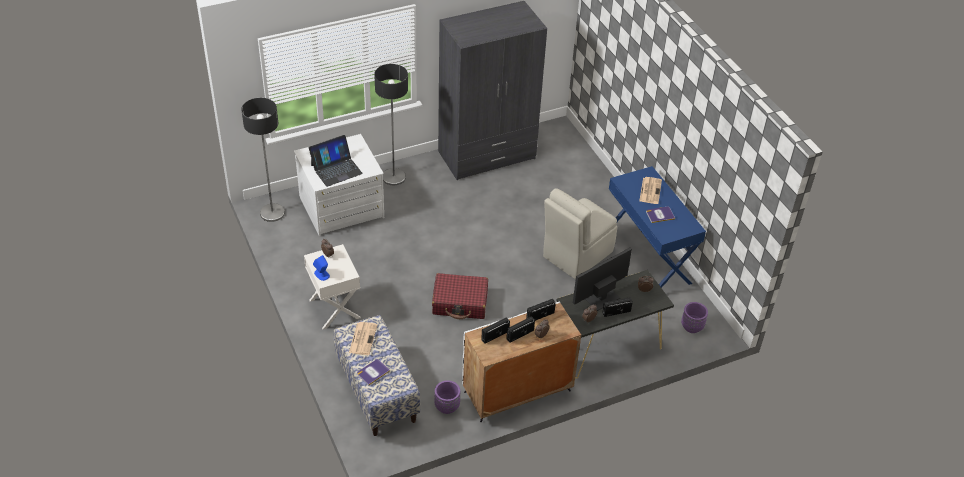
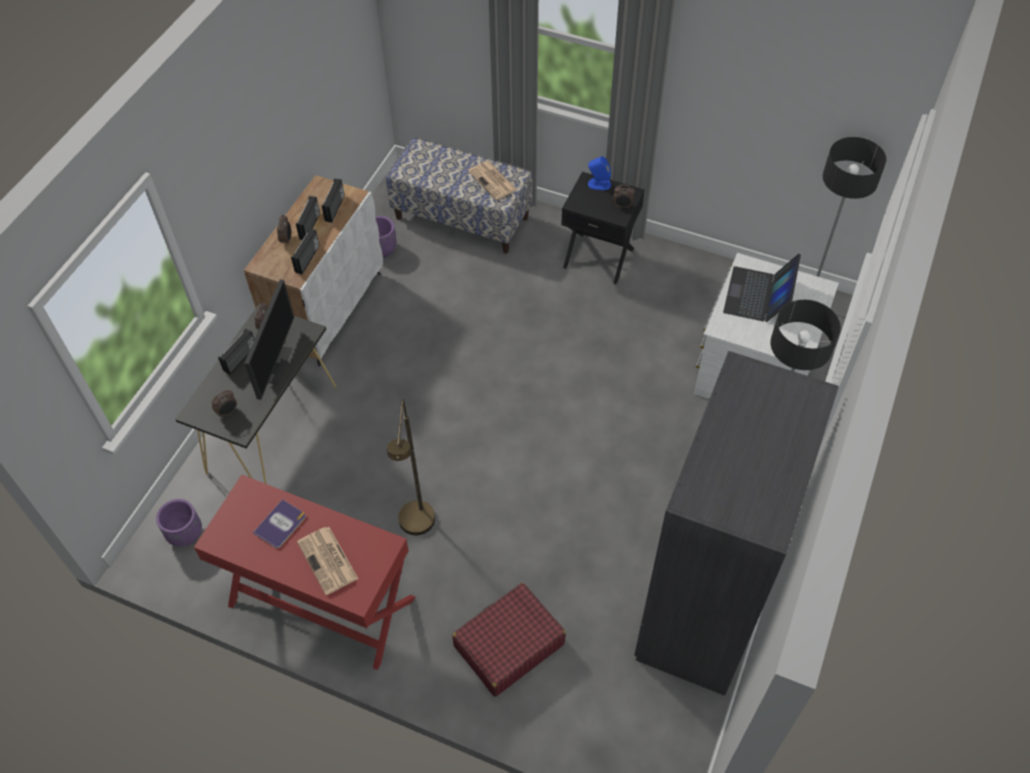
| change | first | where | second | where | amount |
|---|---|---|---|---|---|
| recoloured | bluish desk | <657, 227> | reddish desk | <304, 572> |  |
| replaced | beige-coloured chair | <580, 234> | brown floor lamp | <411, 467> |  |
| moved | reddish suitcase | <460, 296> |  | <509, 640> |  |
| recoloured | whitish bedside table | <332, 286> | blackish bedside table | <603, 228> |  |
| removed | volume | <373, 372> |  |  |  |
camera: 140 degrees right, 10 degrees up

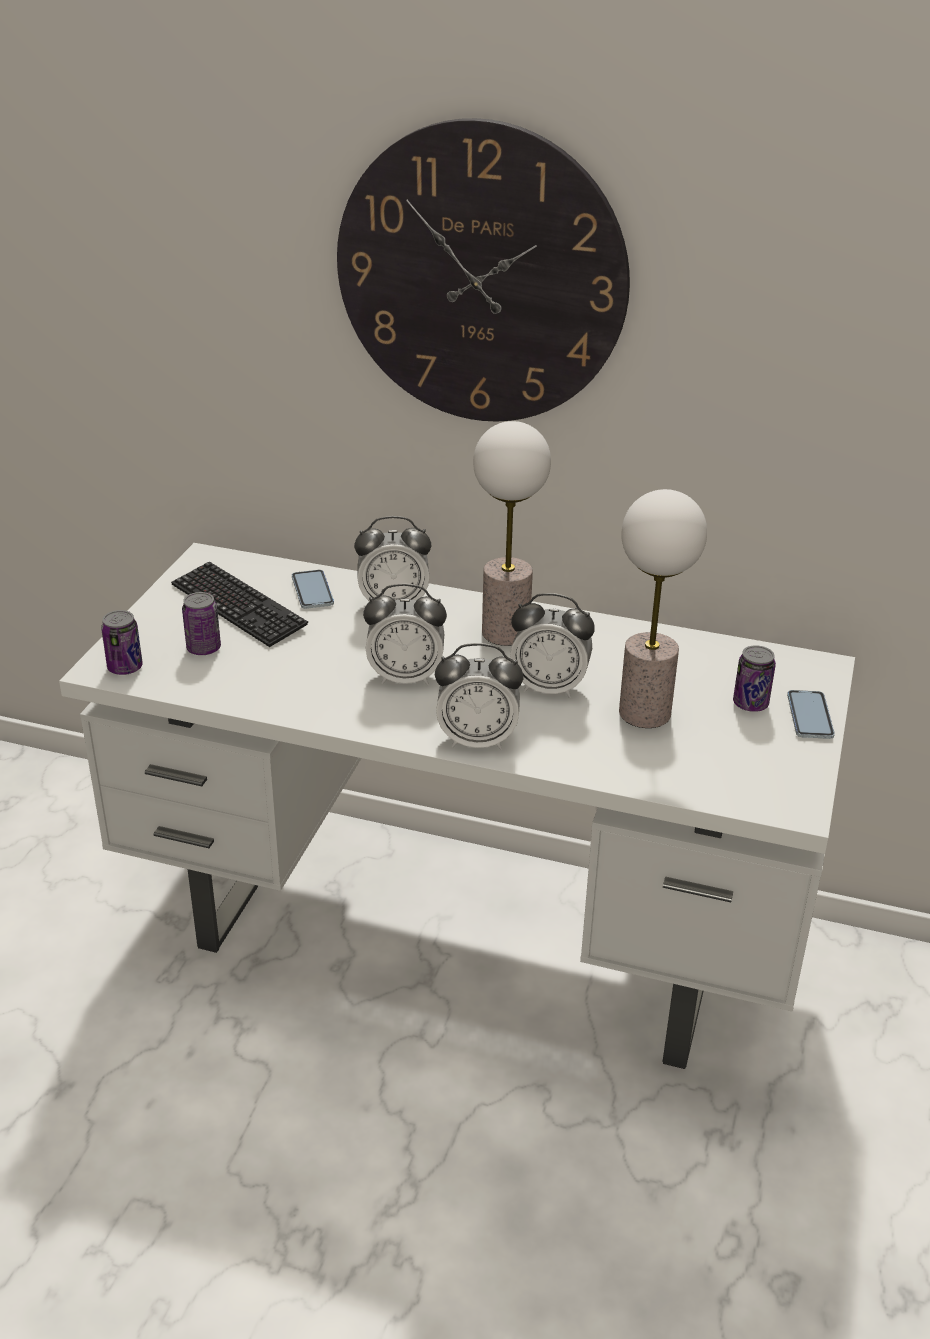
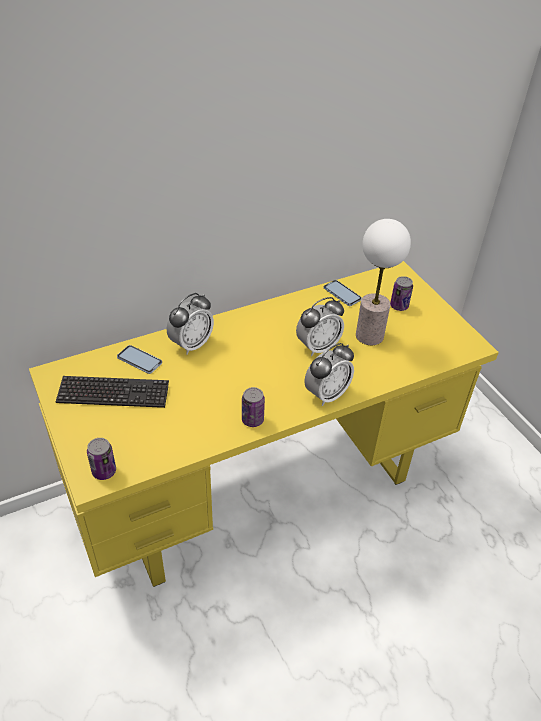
| change | first | where | second | where | amount |
|---|---|---|---|---|---|
| recoloured | whitish desk | <457, 806> | yellow-coloured desk | <264, 424> |  |
| moved | metal can | <201, 623> |  | <253, 407> |  |
| moved | telephone | <811, 714> |  | <343, 293> |  |
| removed | wall clock | <483, 270> |  |  |  |
| removed | alarm clock | <405, 634> |  |  |  |
| removed | tabletop lamp | <512, 533> |  |  |  |
camera: 45 degrees left, 10 degrees up

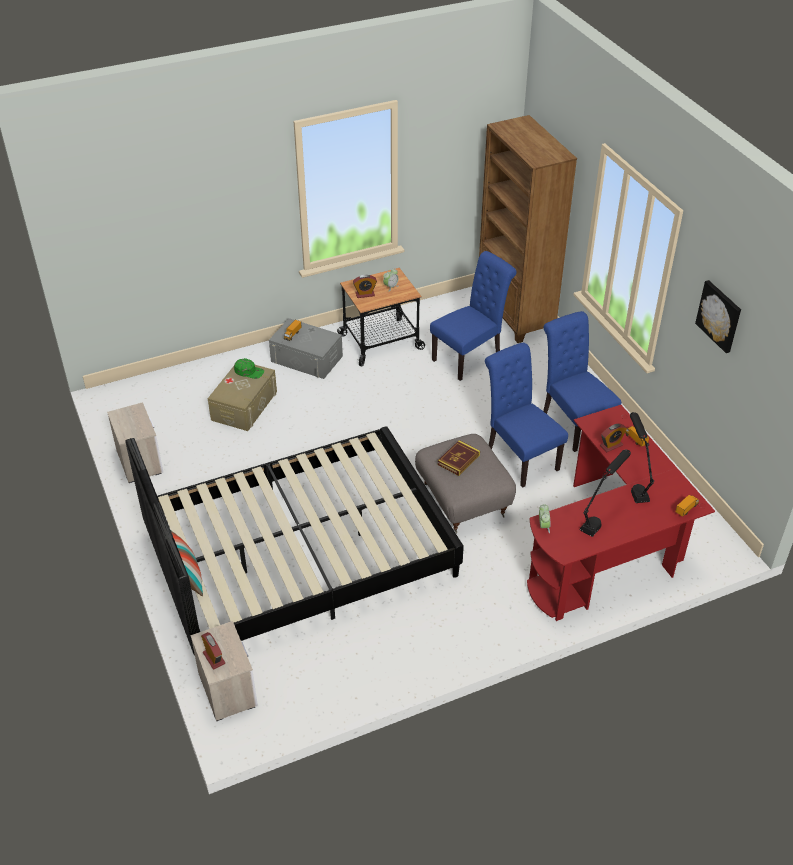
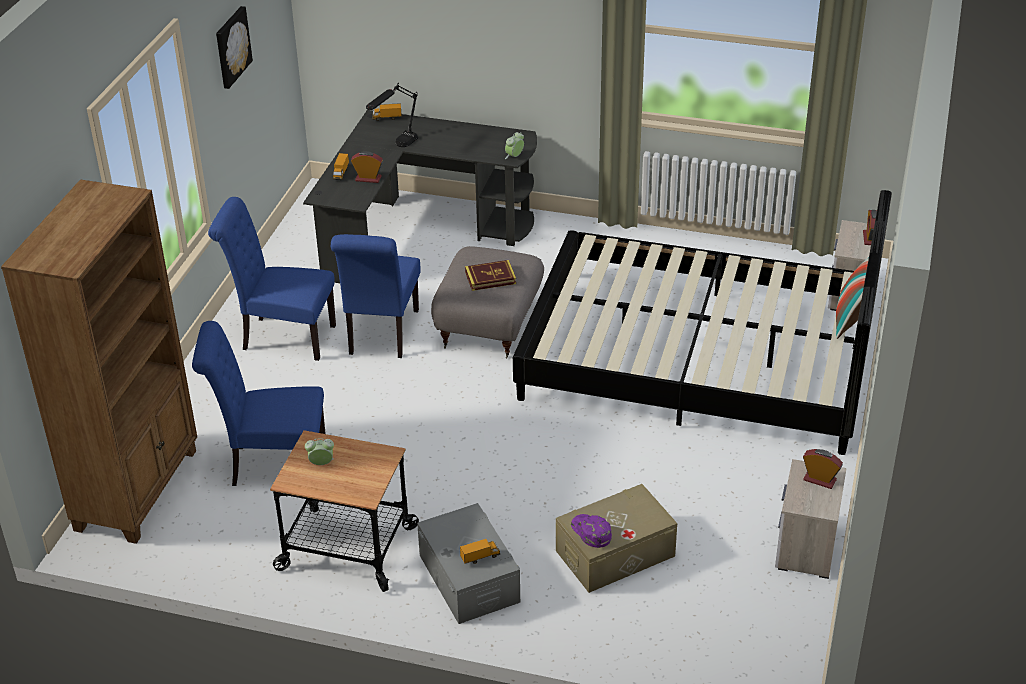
| change | first | where | second | where | amount |
|---|---|---|---|---|---|
| turned | bluish chair | <582, 381> |  | <272, 279> | 90 degrees clockwise |
| recoloured | reddish desk | <621, 513> | blackish desk | <420, 196> |  |
| recoloured | green-coloured cap | <249, 368> | purple cap | <591, 531> |  |
| moved | alarm clock | <365, 286> |  | <823, 469> |  |
| removed | blackish tabletop lamp | <605, 493> |  |  |  |
camera: 140 degrees left, 5 degrees down

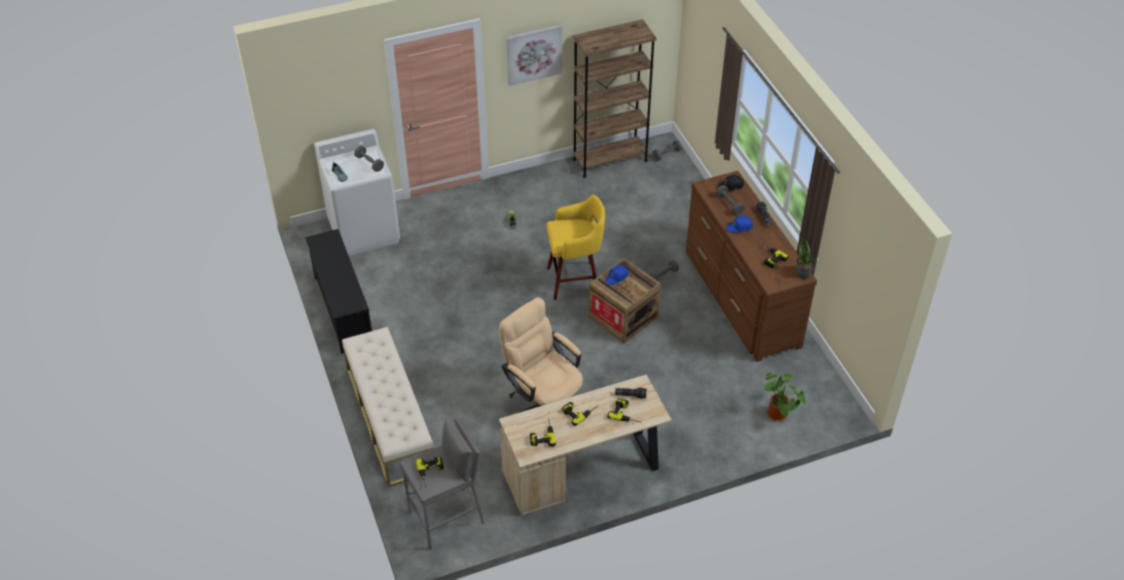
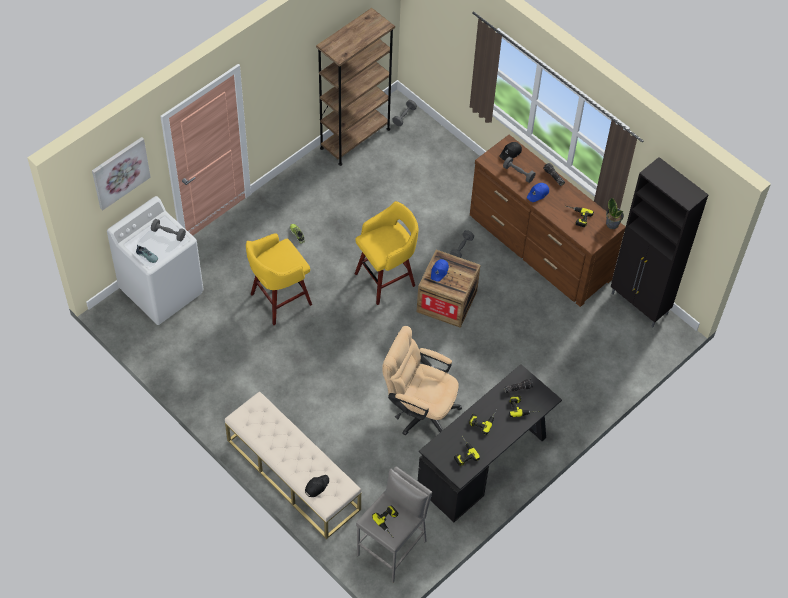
| change | first | where | second | where | amount |
|---|---|---|---|---|---|
| moved | picture | <534, 55> |  | <121, 174> |  |
| added |  |  | yellow-coloured stool seat | <279, 279> |  |
| added |  |  | blackish cap | <317, 486> |  |
| recoloured | beige-coloured desk | <585, 445> | blackish desk | <490, 443> |  |
| added |  |  | blackish storage cabinet | <659, 242> |  |
| removed | blackish shoe shelf | <338, 291> |  |  |  |
| removed | houseplant | <784, 397> |  |  |  |
camera: 25 degrees left, 10 degrees up

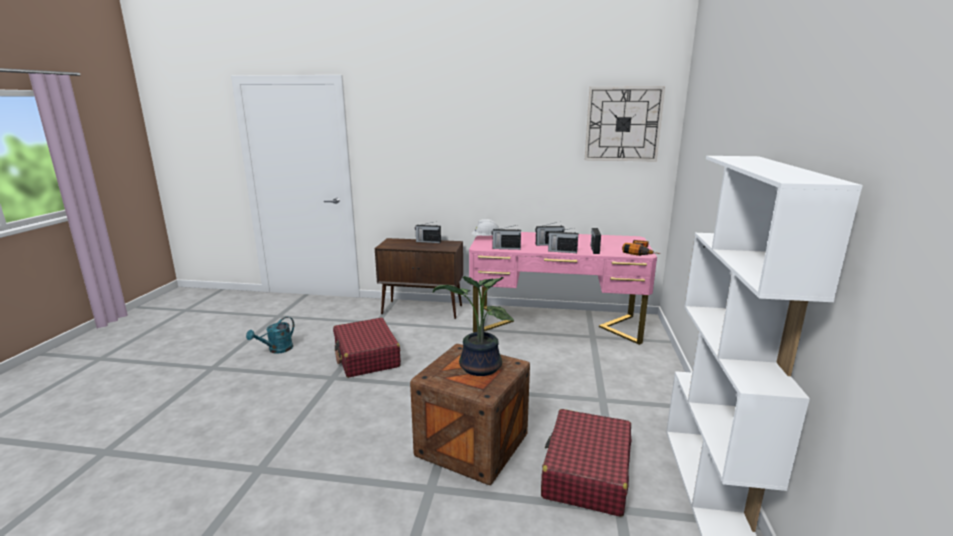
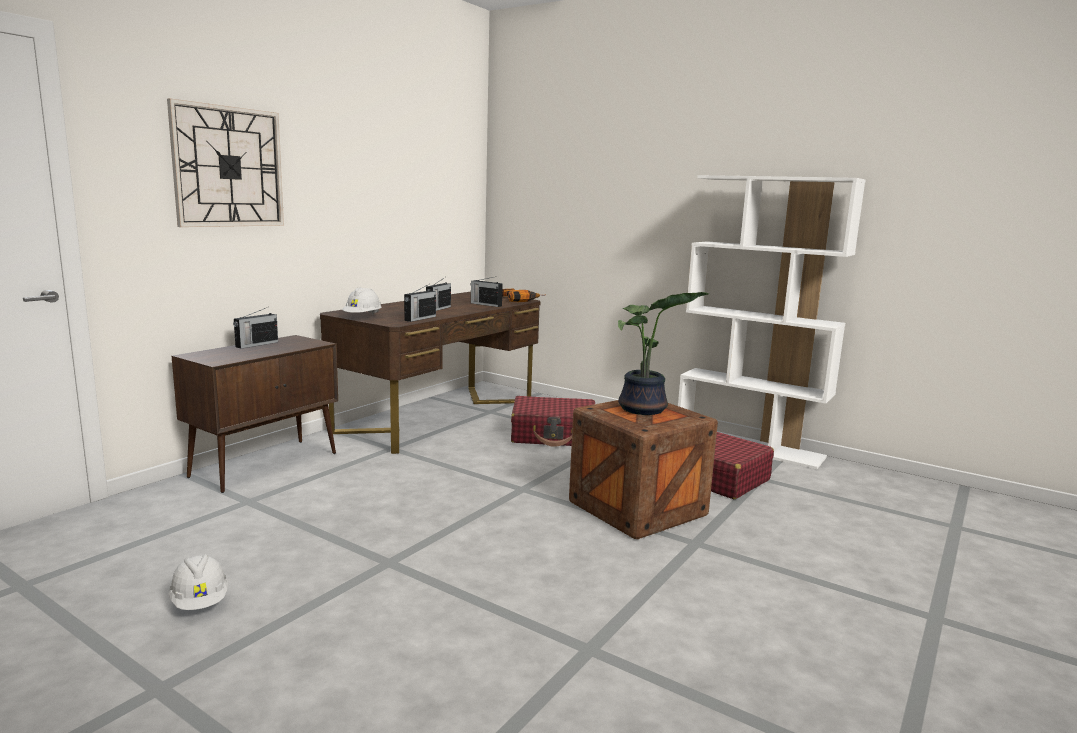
| change | first | where | second | where | amount |
|---|---|---|---|---|---|
| moved | wall clock | <625, 124> |  | <225, 162> |  |
| replaced | blue-green watering can | <270, 335> | whitish work helmet | <198, 582> |  |
| recoloured | pink desk | <563, 288> | brown desk | <430, 373> |  |
| moved | reddish suitcase | <367, 348> |  | <553, 421> |  |
| removed | radio | <563, 240> |  |  |  |
camera: 65 degrees left, 5 degrees down

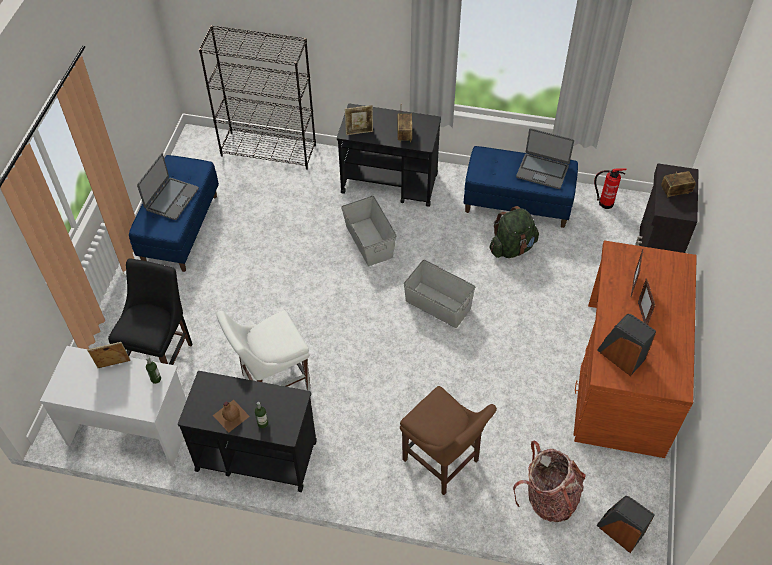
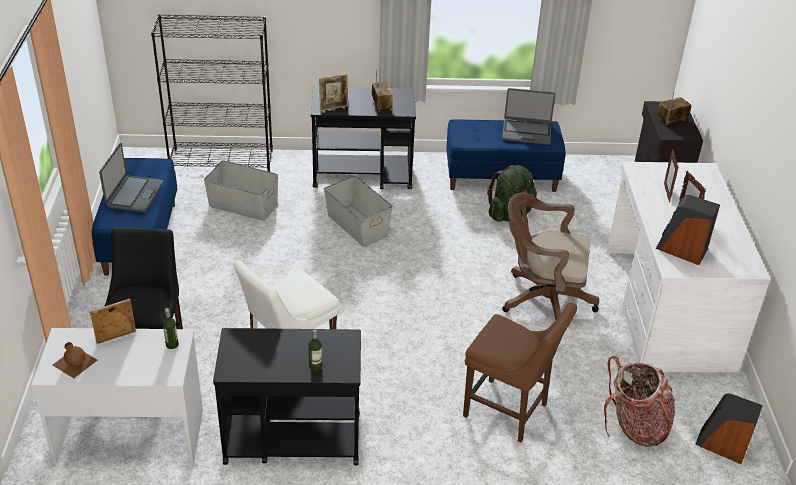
| change | first | where | second | where | amount |
|---|---|---|---|---|---|
| moved | brown beverage bottle | <231, 416> |  | <74, 360> |  |
| moved | gray storage bin | <439, 294> |  | <241, 190> |  |
| added |  |  | brown computer chair | <550, 256> |  |
| recoloured | brown desk | <635, 349> | whitish desk | <688, 267> |  |
| removed | fire extinguisher | <610, 189> |  |  |  |
camera: 15 degrees left, 15 degrees down

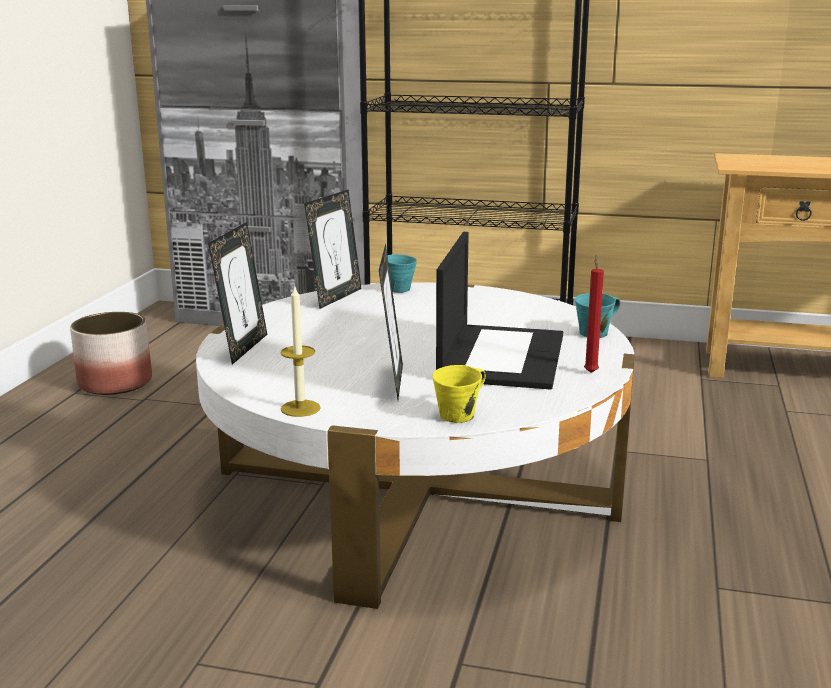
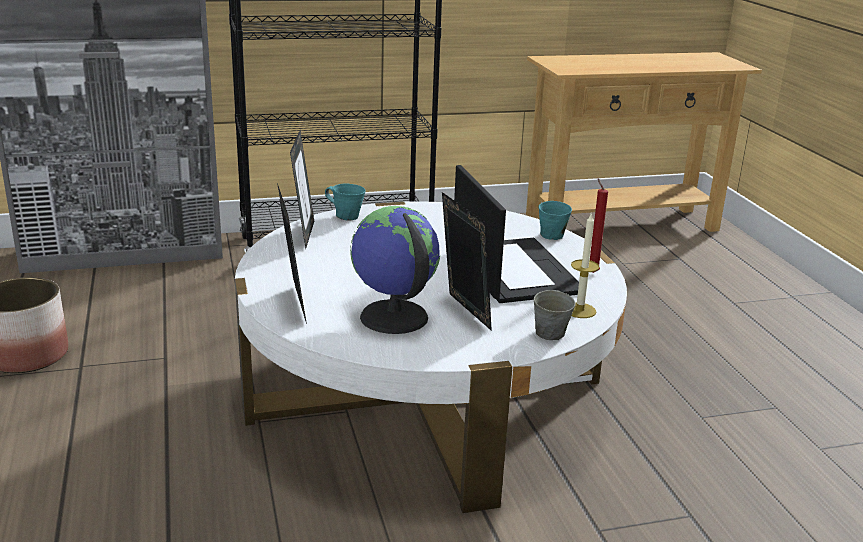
| change | first | where | second | where | amount |
|---|---|---|---|---|---|
| added |  |  | globe | <395, 270> |  |
| recoloured | yellow-coloured mug | <459, 394> | gray mug | <554, 315> |  |
| moved | wax candle | <300, 350> |  | <585, 265> |  |
camera: 30 degrees left, 5 degrees up

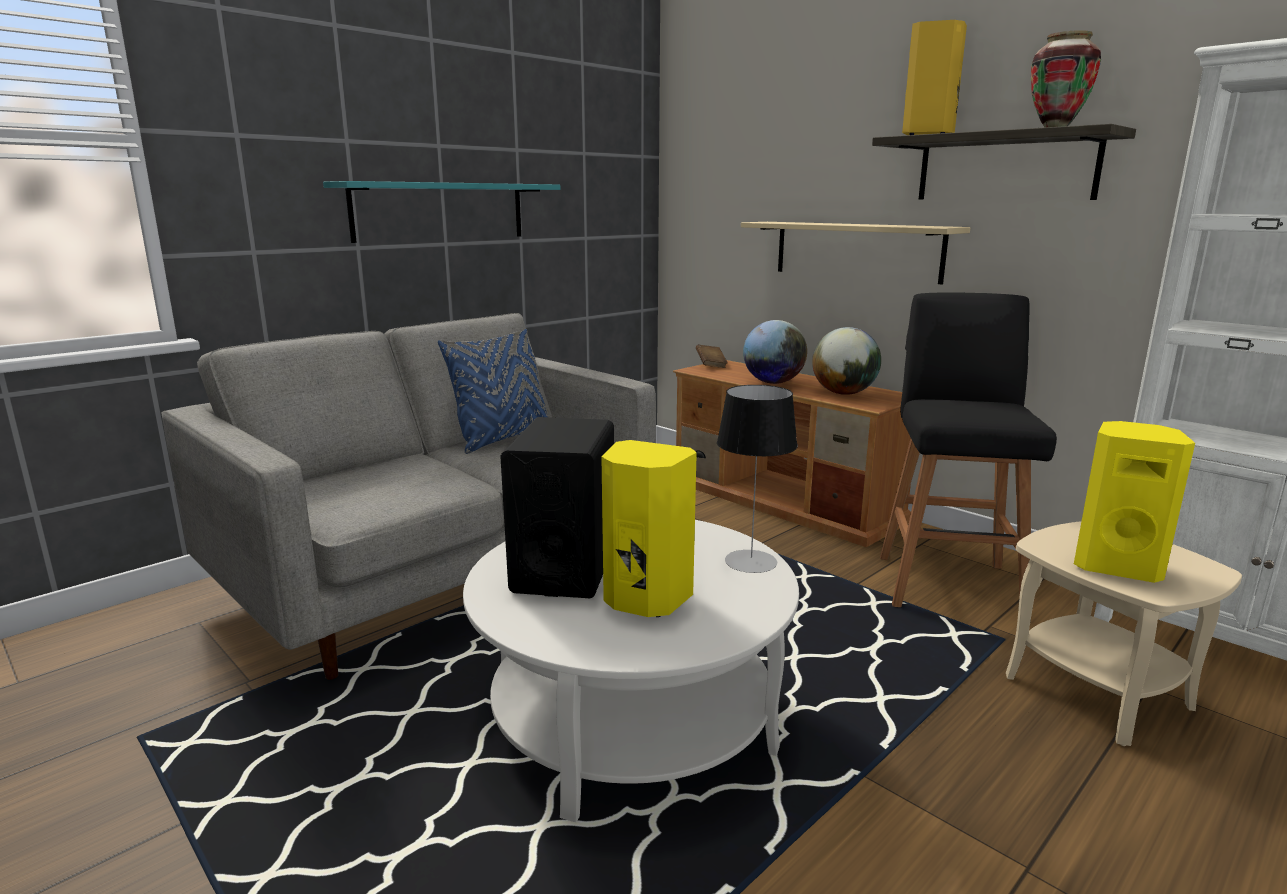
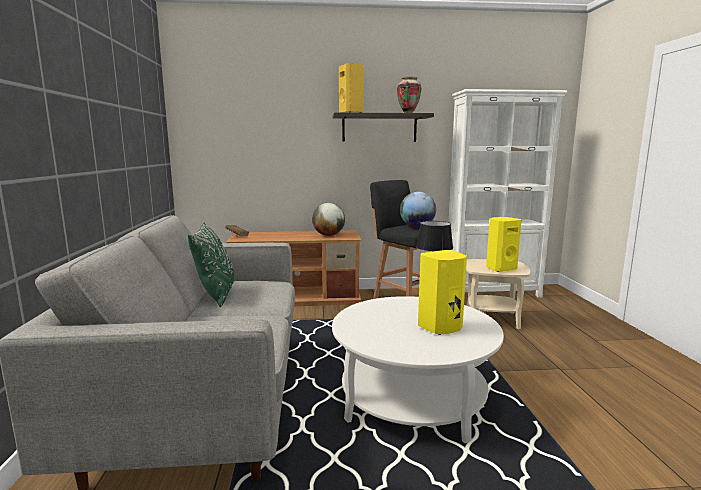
| change | first | where | second | where | amount |
|---|---|---|---|---|---|
| recoloured | bluish pillow | <493, 391> | green-coloured pillow | <211, 265> |  |
| moved | globe | <775, 352> |  | <418, 210> |  |
| removed | blue-green wall shelf | <441, 212> |  |  |  |
| removed | blackish audio speaker | <557, 507> |  |  |  |
| removed | beige-coloured wall shelf | <855, 253> |  |  |  |
camera: 50 degrees left, 5 degrees down

